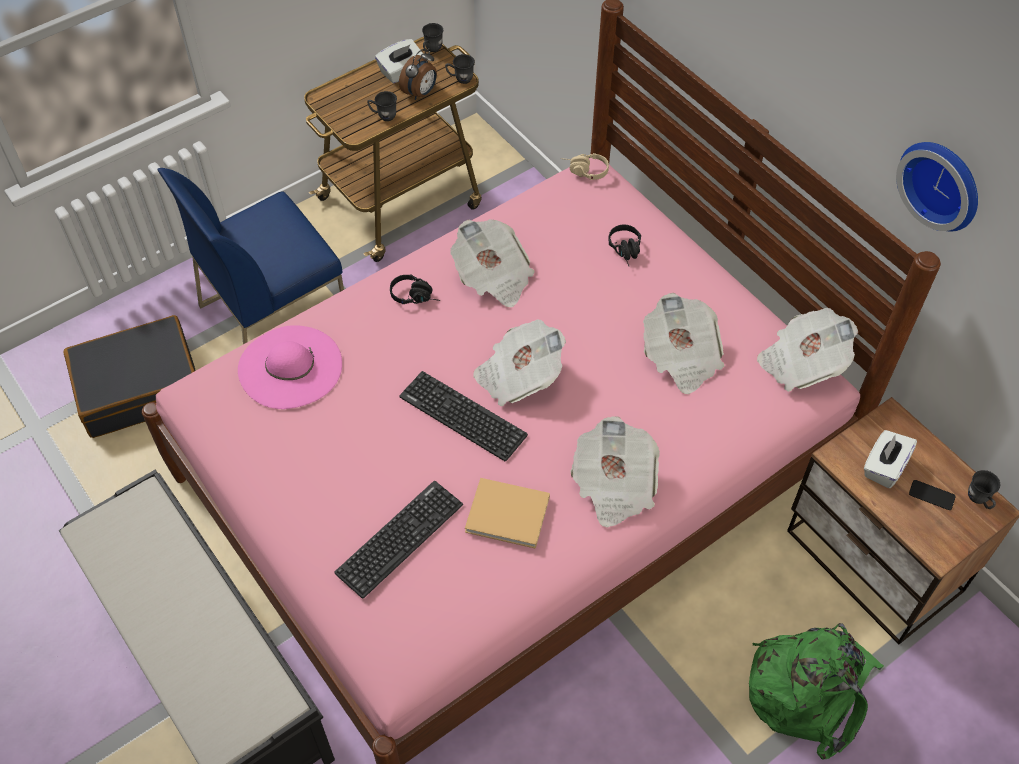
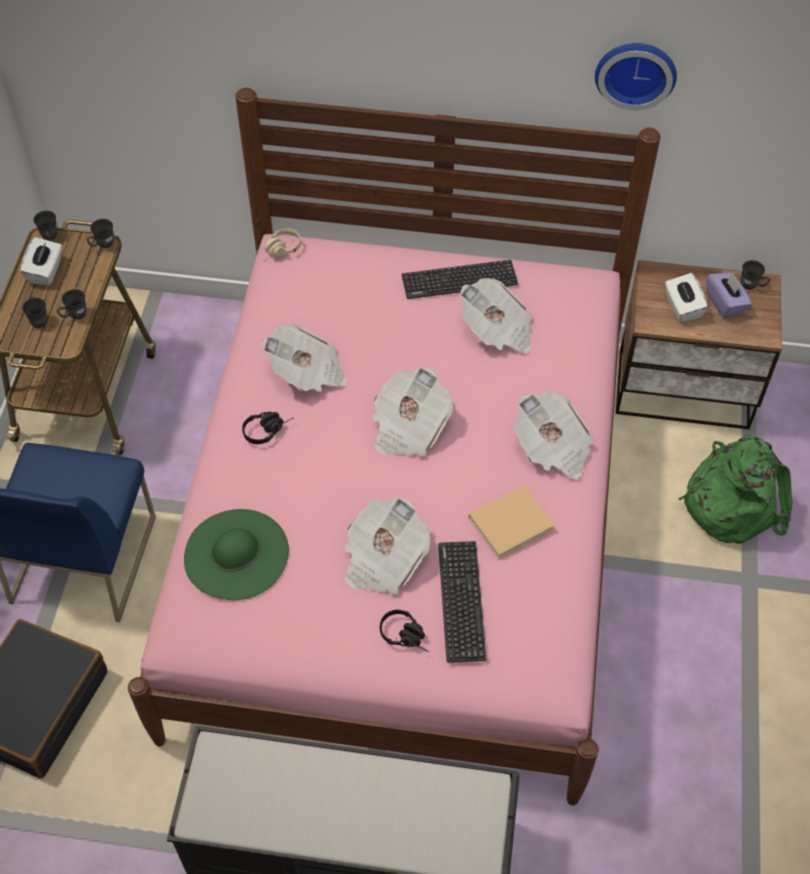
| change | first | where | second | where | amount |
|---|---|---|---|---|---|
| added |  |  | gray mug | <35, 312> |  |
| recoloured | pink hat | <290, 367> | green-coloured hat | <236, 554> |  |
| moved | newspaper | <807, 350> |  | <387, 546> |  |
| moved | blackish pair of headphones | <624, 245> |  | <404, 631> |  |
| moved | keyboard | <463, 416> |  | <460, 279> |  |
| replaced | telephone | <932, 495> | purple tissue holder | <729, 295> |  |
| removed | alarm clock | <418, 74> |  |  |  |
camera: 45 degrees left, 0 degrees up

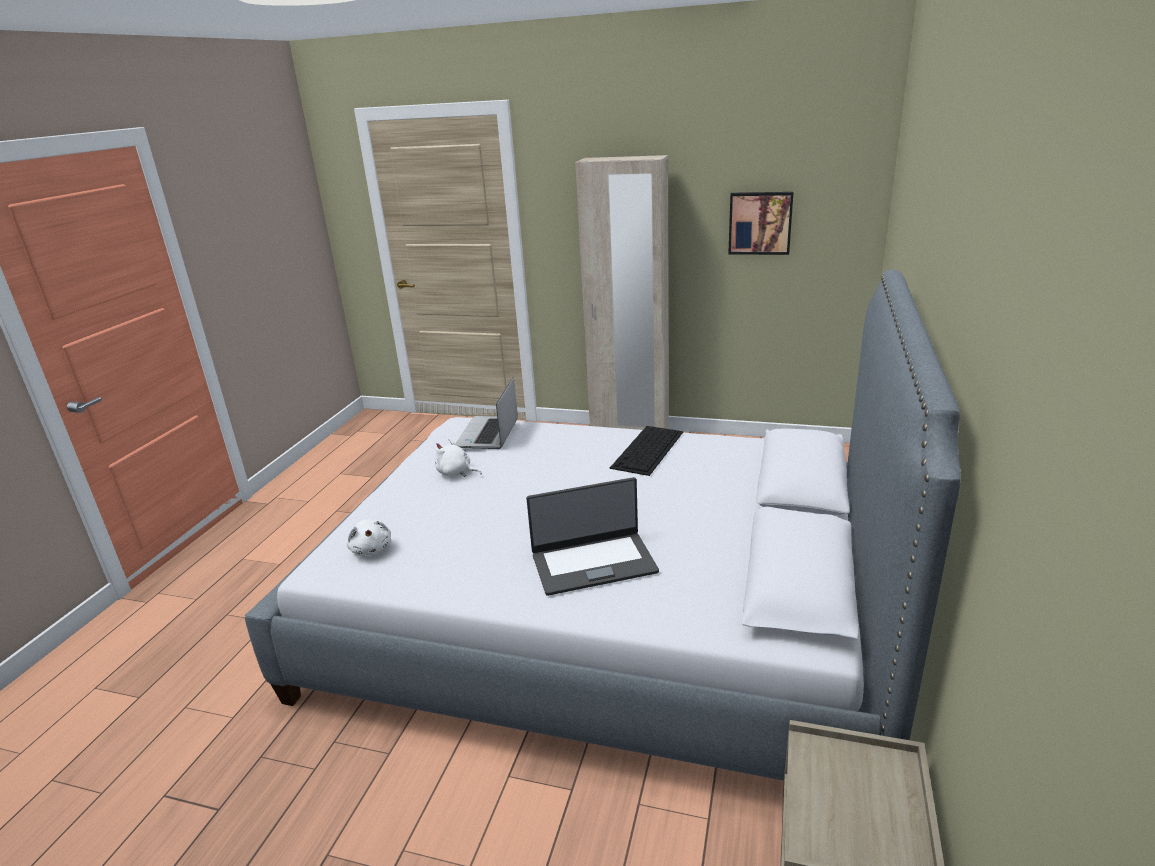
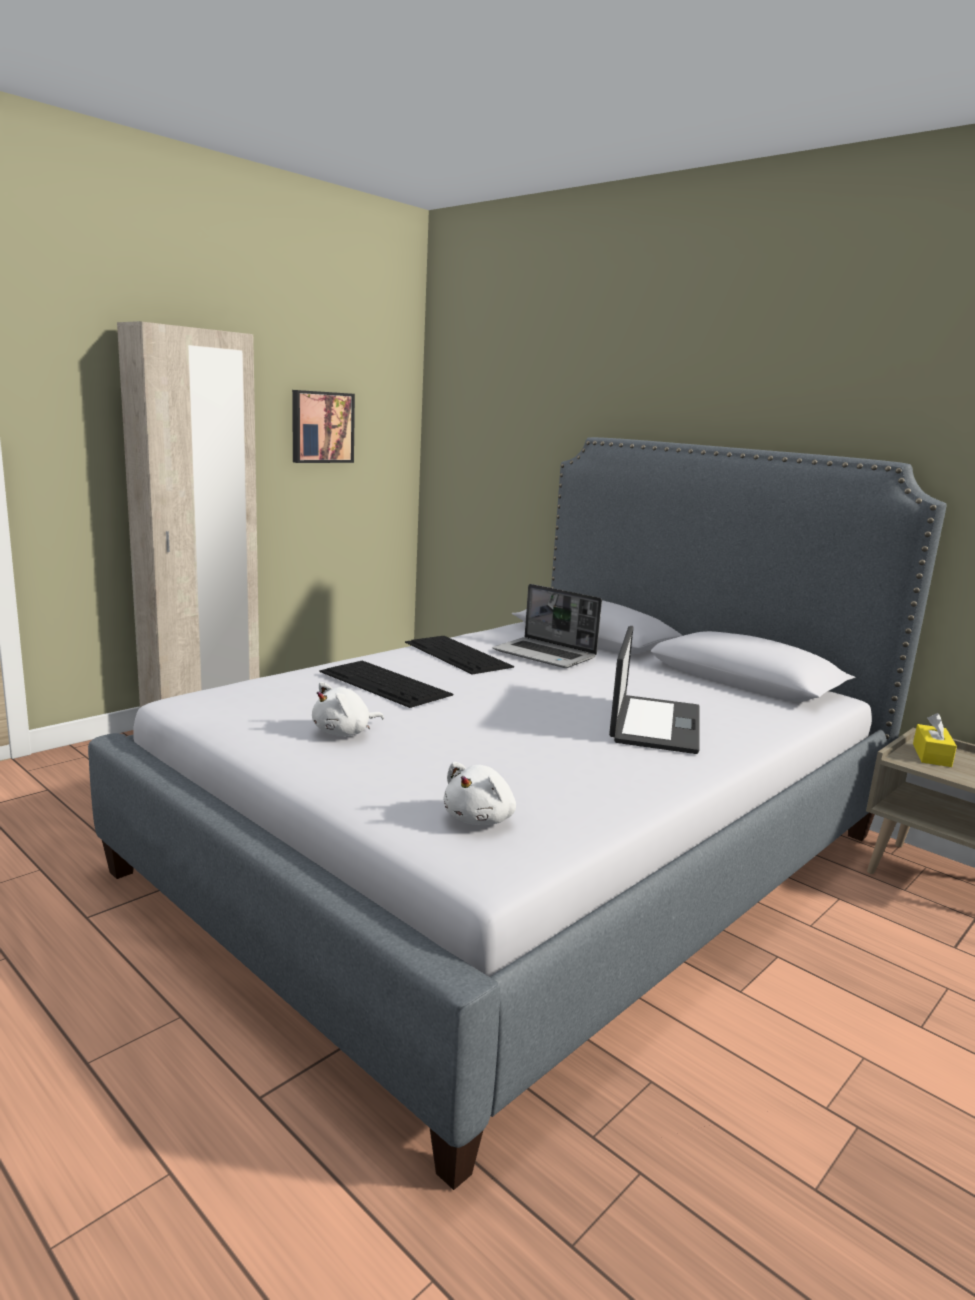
| change | first | where | second | where | amount |
|---|---|---|---|---|---|
| added |  |  | keyboard | <386, 684> |  |
| turned | whitish plush toy | <369, 537> |  | <479, 793> | 120 degrees clockwise |
| moved | portable computer | <486, 413> |  | <547, 626> |  |
| added |  |  | yellow-coloured tissue holder | <935, 740> |  |
camera: 65 degrees left, 10 degrees down

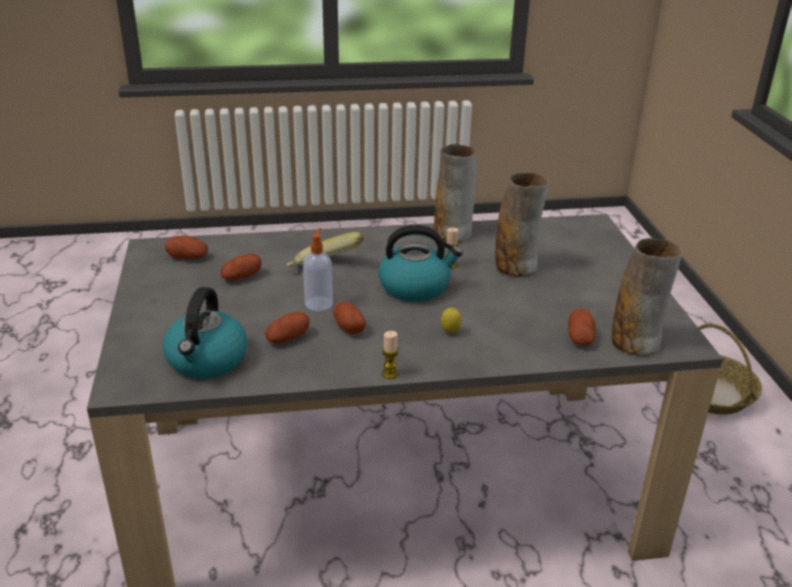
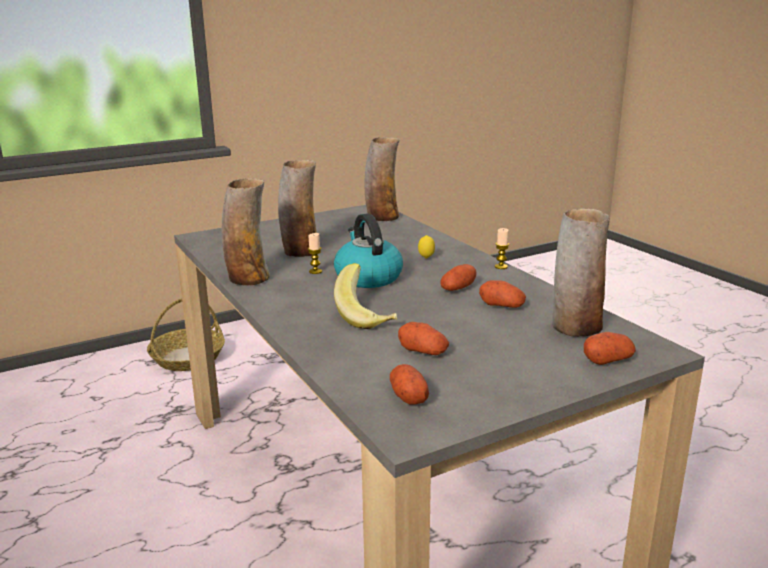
| change | first | where | second | where | amount |
|---|---|---|---|---|---|
| replaced | kettle | <205, 333> | decorative vase | <581, 273> |  |
| moved | spud | <582, 327> |  | <610, 348> |  |
| removed | soap bottle | <318, 269> |  |  |  |
camera: 110 degrees left, 10 degrees down

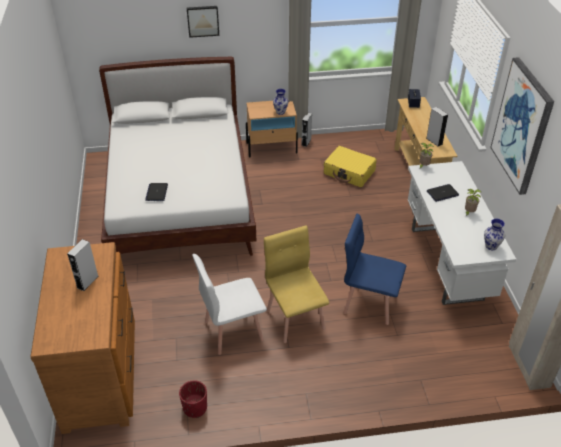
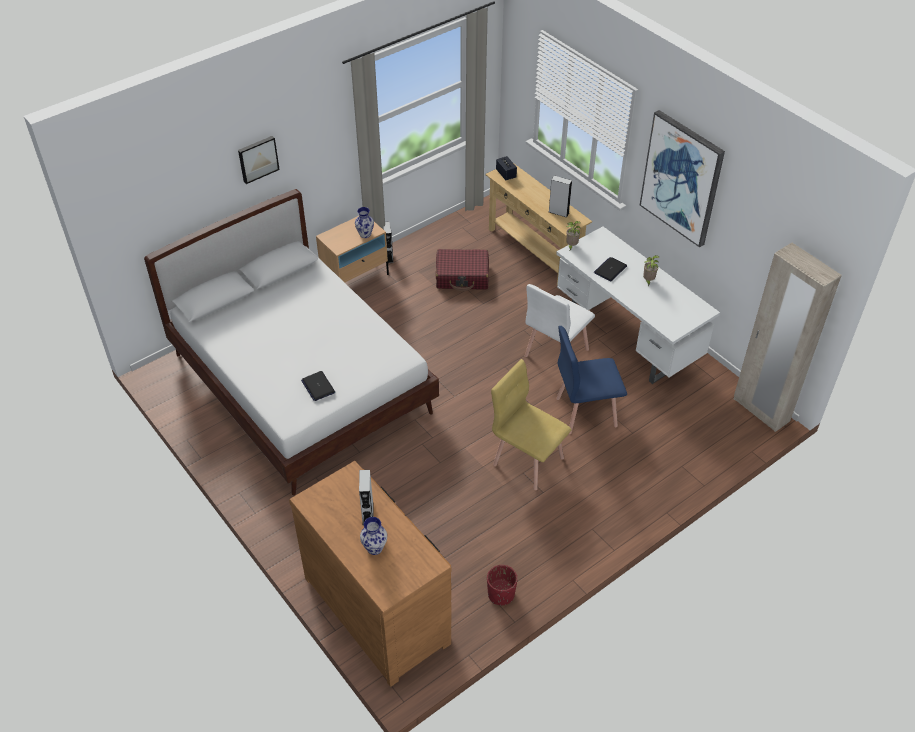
| change | first | where | second | where | amount |
|---|---|---|---|---|---|
| moved | decorative vase | <494, 234> |  | <373, 536> |  |
| recoloured | yellow-coloured suitcase | <350, 166> | reddish suitcase | <462, 270> |  |
| moved | whitish chair | <229, 304> |  | <560, 330> |  |
camera: 30 degrees left, 5 degrees up

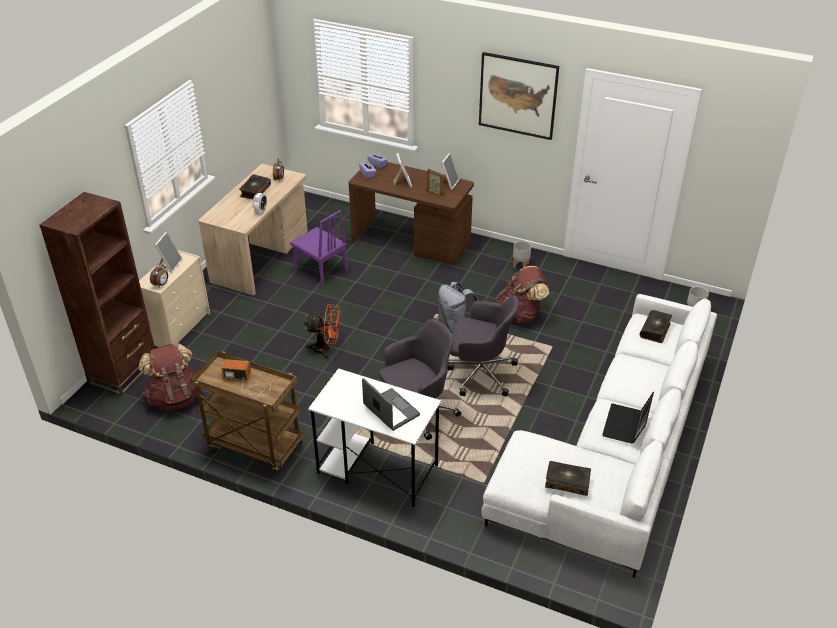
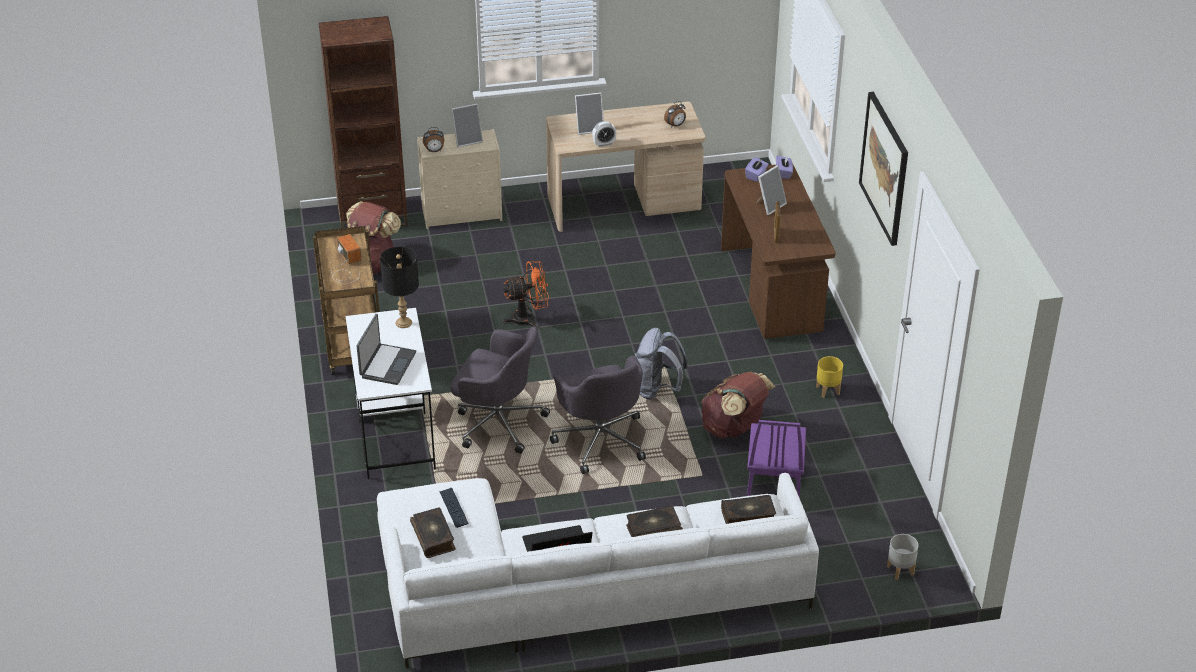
| change | first | where | second | where | amount |
|---|---|---|---|---|---|
| added |  |  | blackish tabletop lamp | <399, 287> |  |
| added |  |  | keyboard | <453, 508> |  |
| turned | orange electric fan | <322, 331> |  | <526, 294> | 75 degrees counterclockwise |
| moved | standing frame | <450, 171> |  | <589, 113> |  |
| moved | volume | <255, 186> |  | <654, 521> |  |
| moved | purple chair | <319, 248> |  | <776, 459> |  |
| recoloured | gray planter | <522, 254> | yellow-coloured planter | <829, 377> |  |
camera: 55 degrees right, 0 degrees up

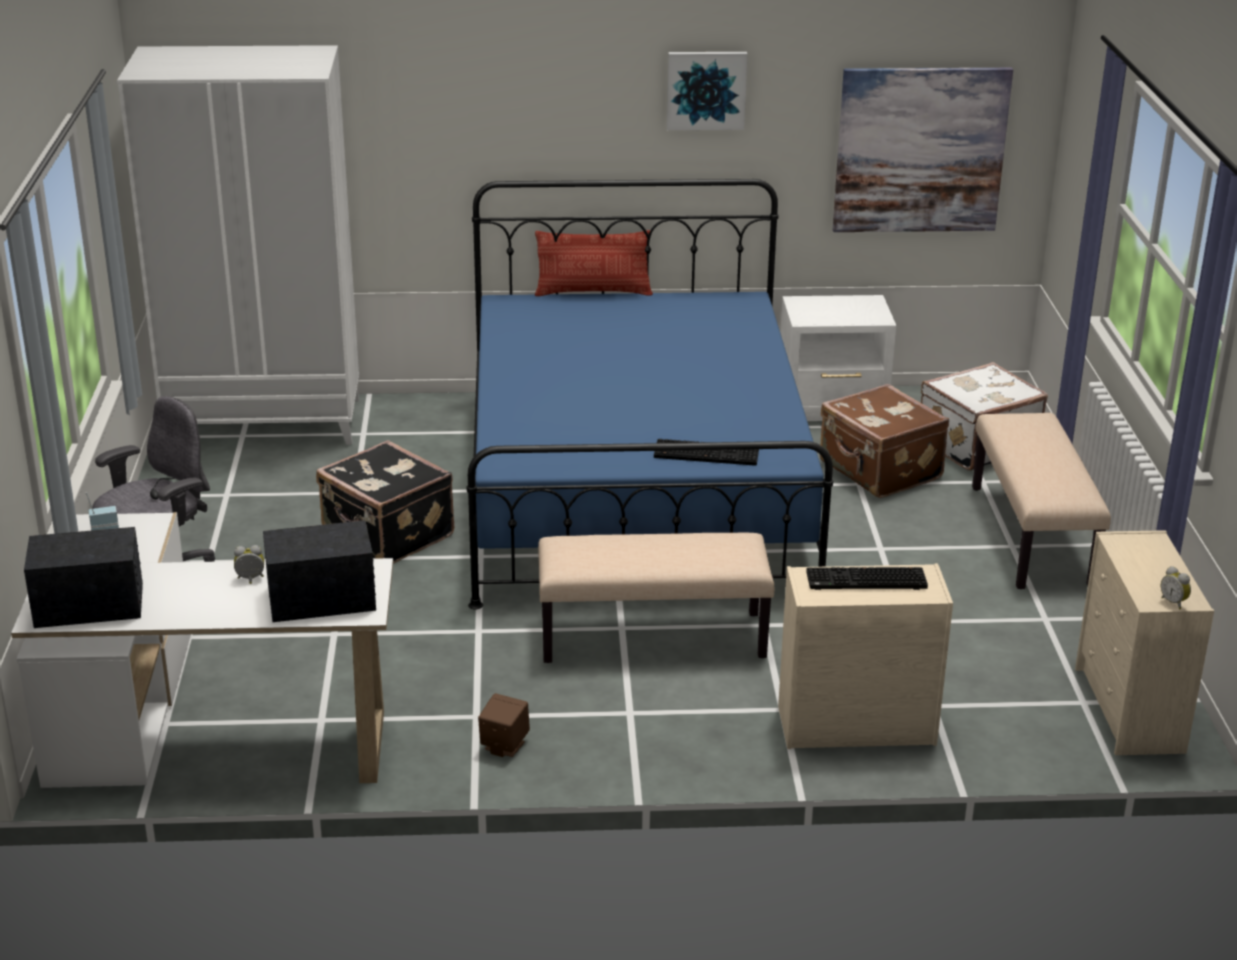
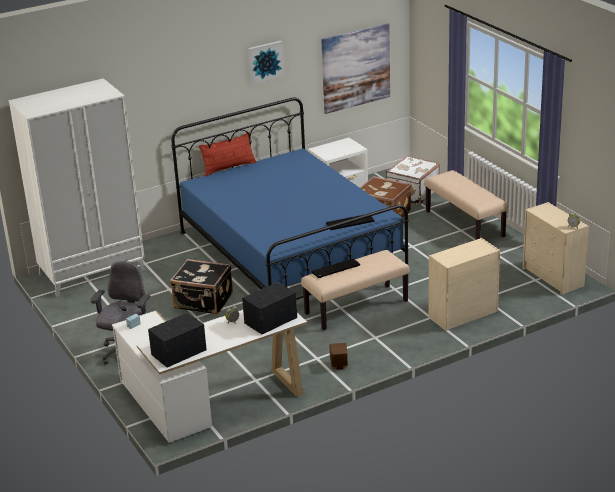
| change | first | where | second | where | amount |
|---|---|---|---|---|---|
| moved | keyboard | <867, 578> |  | <336, 268> |  |
camera: 25 degrees left, 0 degrees up

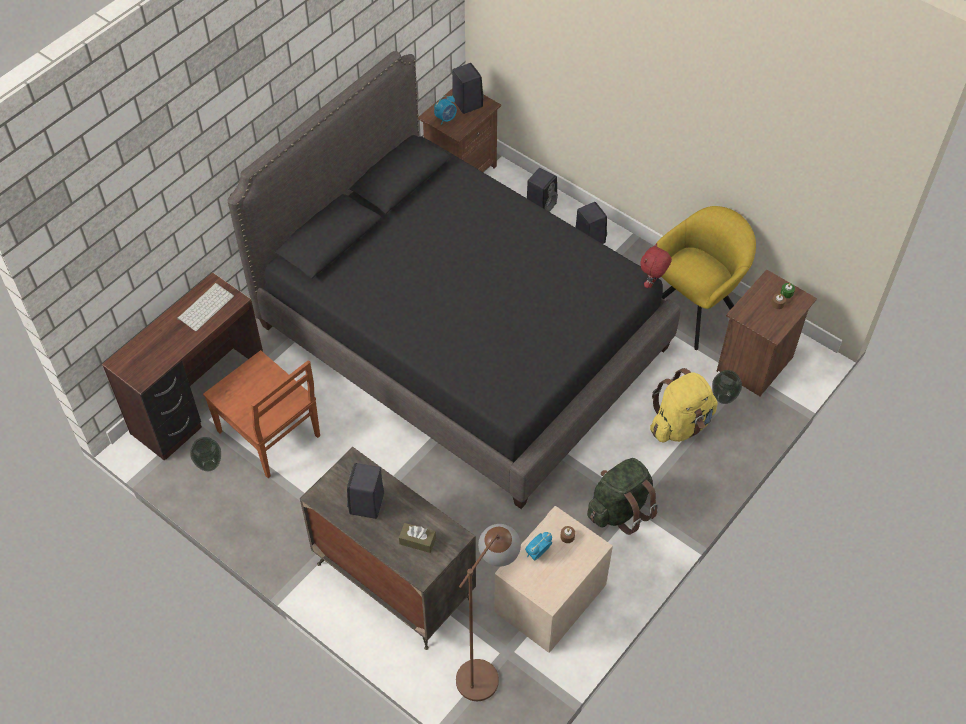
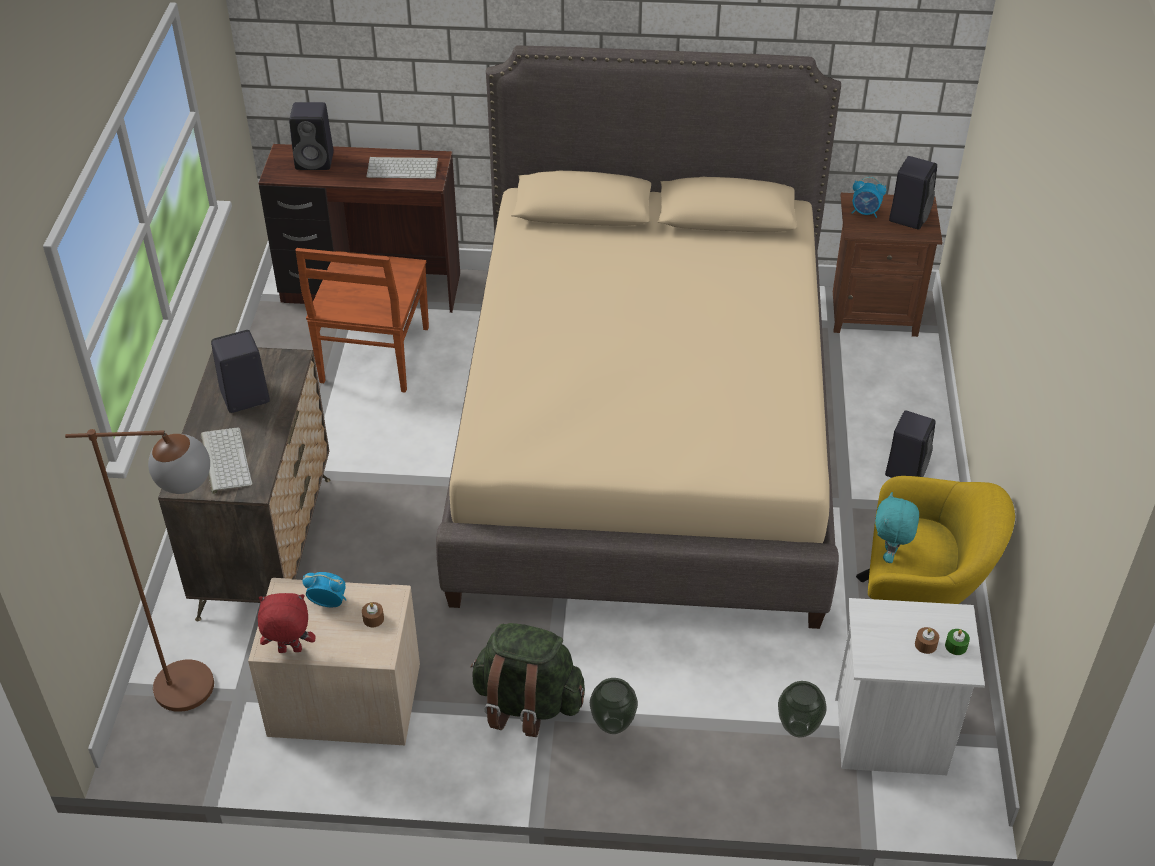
| change | first | where | second | where | amount |
|---|---|---|---|---|---|
| replaced | brown tissue holder | <417, 538> | keyboard | <226, 460> |  |
| moved | reddish plush toy | <656, 265> |  | <287, 623> |  |
| moved | blackish audio speaker | <542, 190> |  | <311, 136> |  |
| recoloured | blackish sleeping bed | <454, 280> | beige-coloured sleeping bed | <638, 337> |  |
| moved | decorative vase | <205, 454> |  | <614, 706> |  |
| recoloured | brown bedside table | <767, 332> | whitish bedside table | <910, 686> |  |
| added |  |  | blue-green plush toy | <897, 527> |  |
| removed | yellow-coloured backpack | <684, 405> |  |  |  |
camera: 55 degrees right, 10 degrees down

